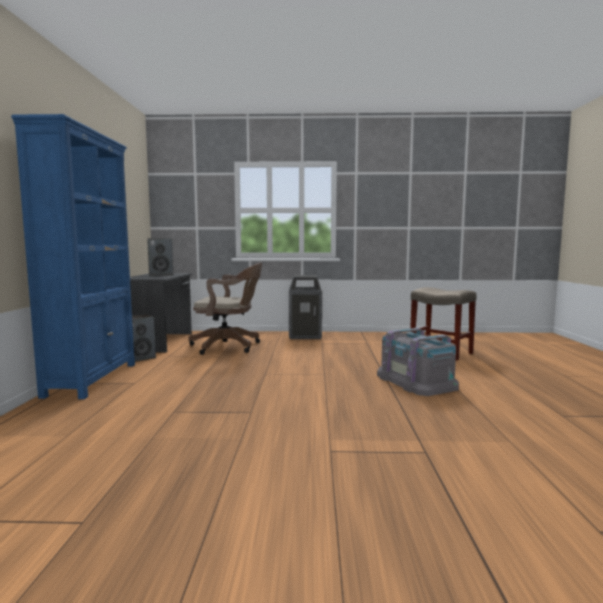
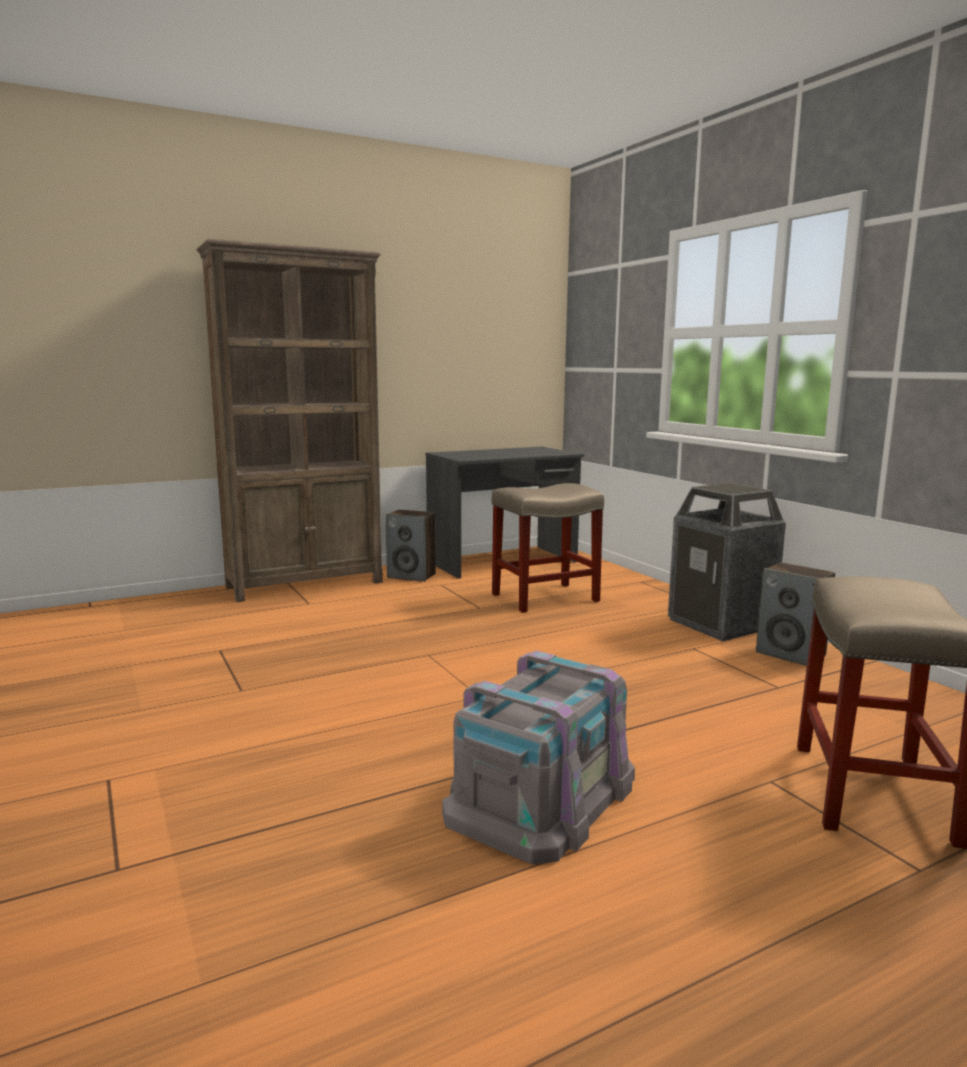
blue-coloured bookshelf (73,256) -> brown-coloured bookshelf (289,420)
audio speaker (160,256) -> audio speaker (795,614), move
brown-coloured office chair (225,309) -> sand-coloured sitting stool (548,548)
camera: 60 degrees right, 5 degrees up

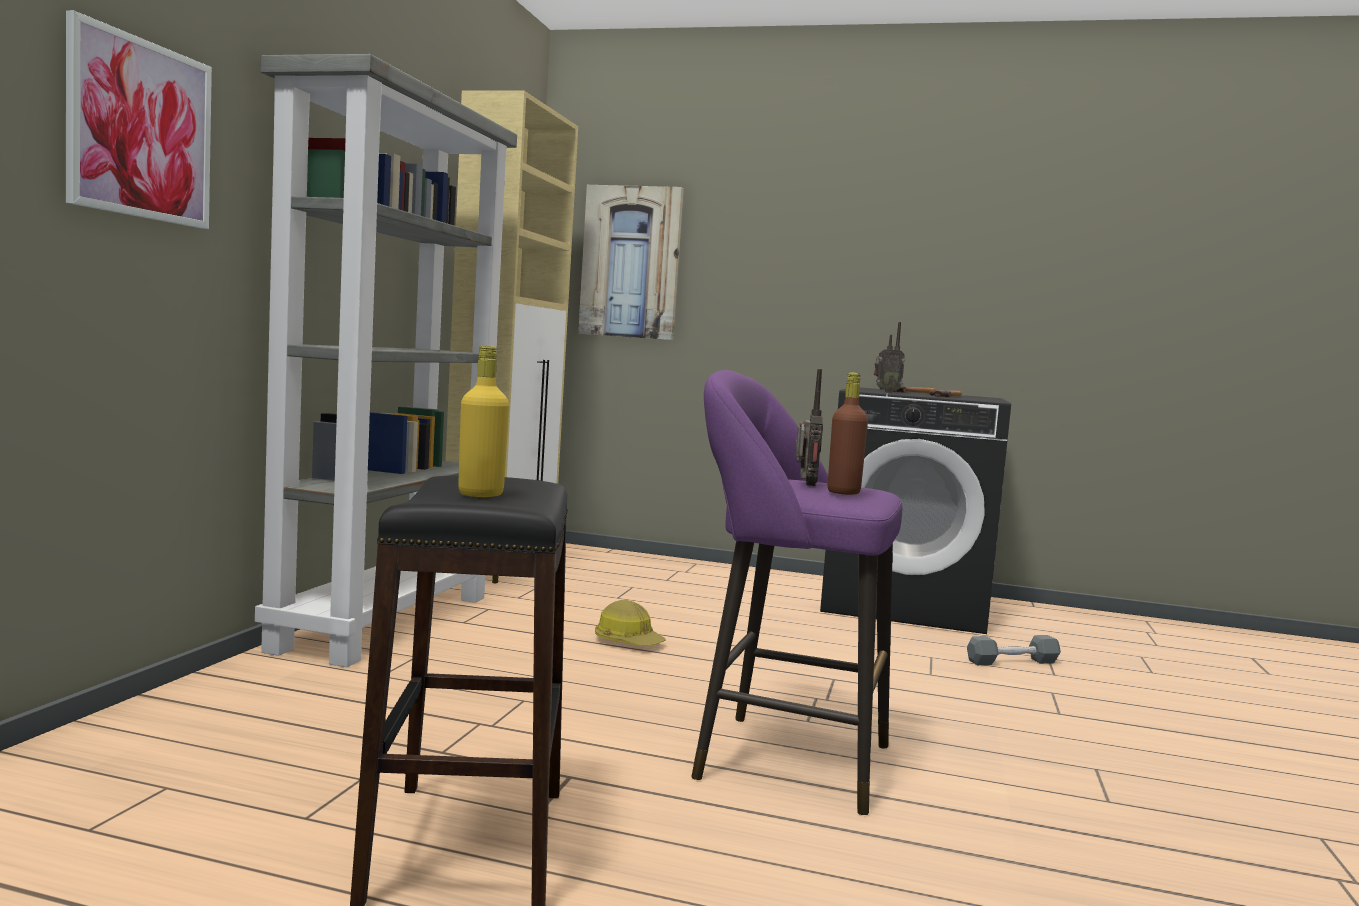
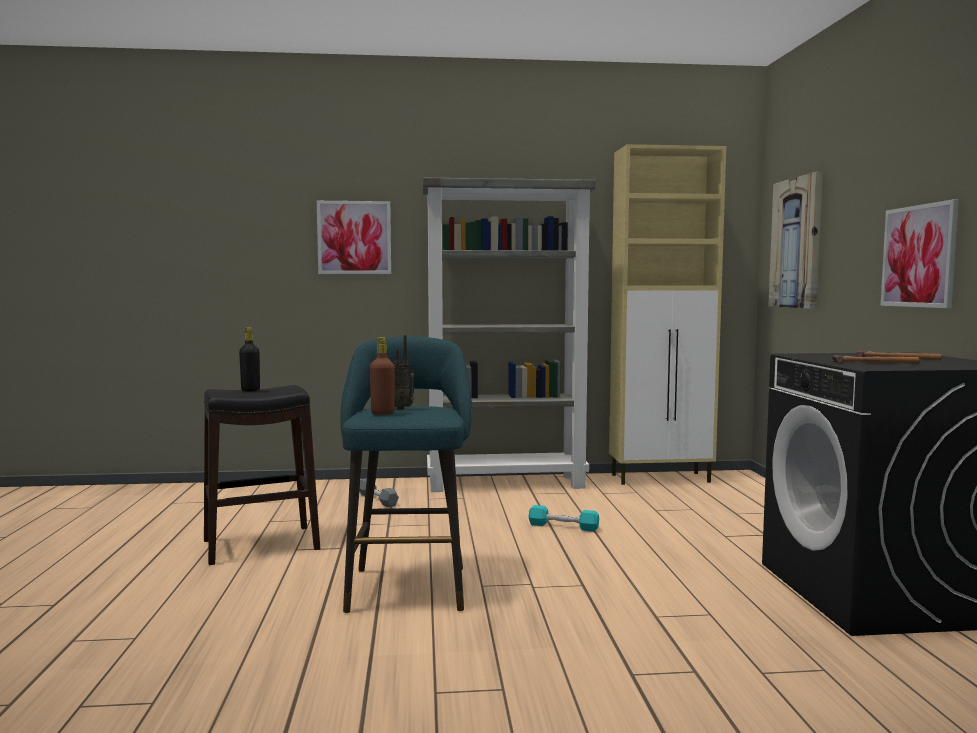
yellowish beverage bottle (483,421) -> black-coloured beverage bottle (249,359)
work helmet (630,623) -> blue-green hand weight (564,518)
purplish sitting stool (796,592) -> blue-green sitting stool (406,474)
radio set (889,357) -> none
greyish hand weight (1014,650) -> greyish hand weight (379,493), move
none -> wall picture (920,253)
camera: 70 degrees right, 0 degrees up

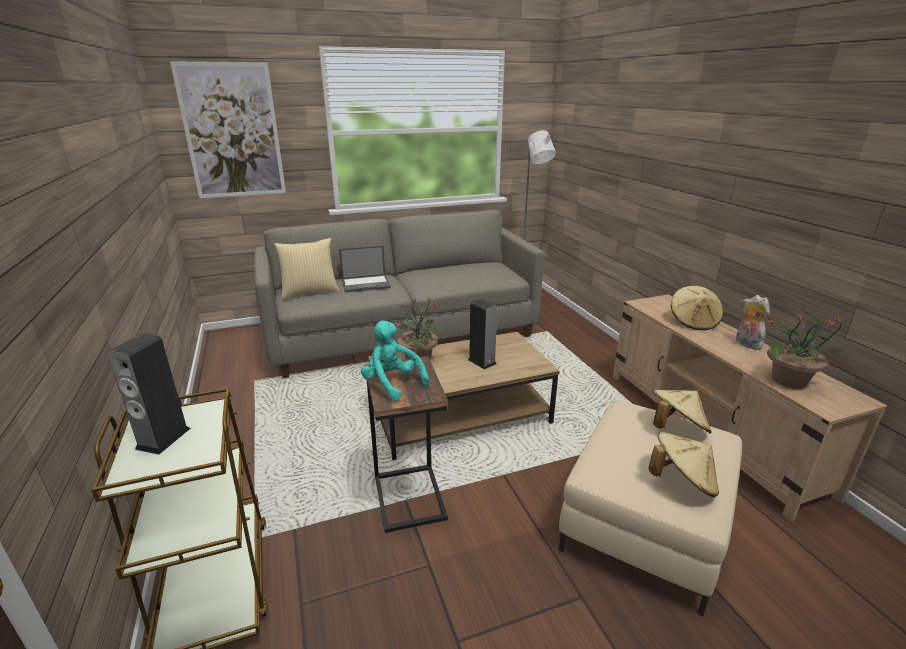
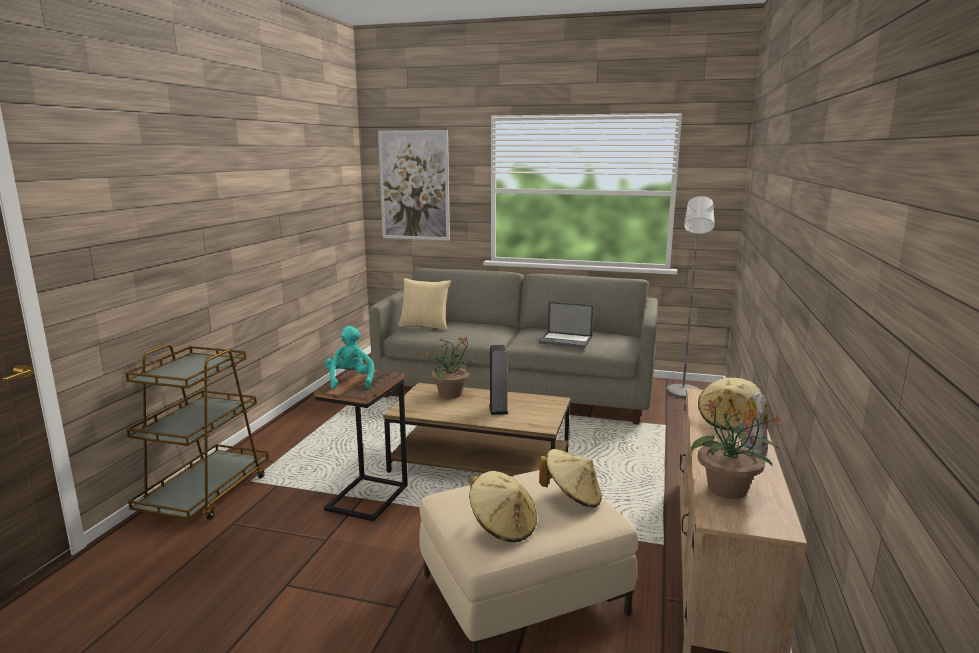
audio speaker (149,394) -> none
portable computer (365,269) -> portable computer (566,325), move
camera: 35 degrees right, 10 degrees down

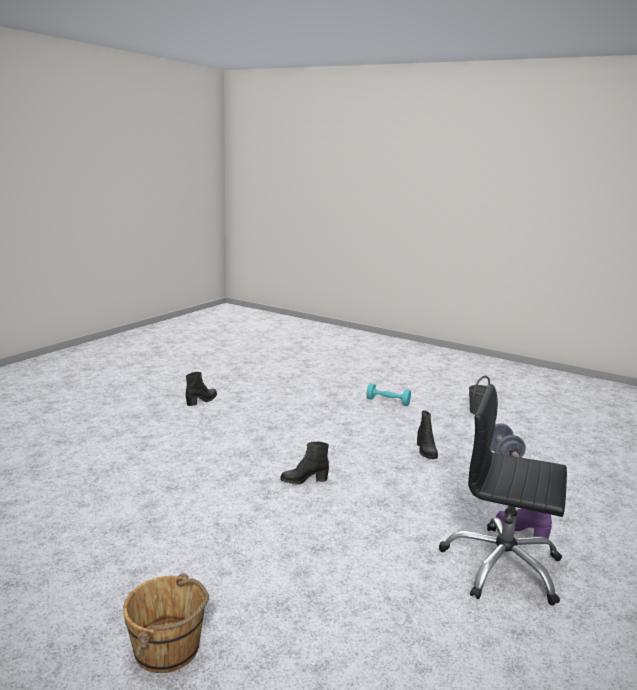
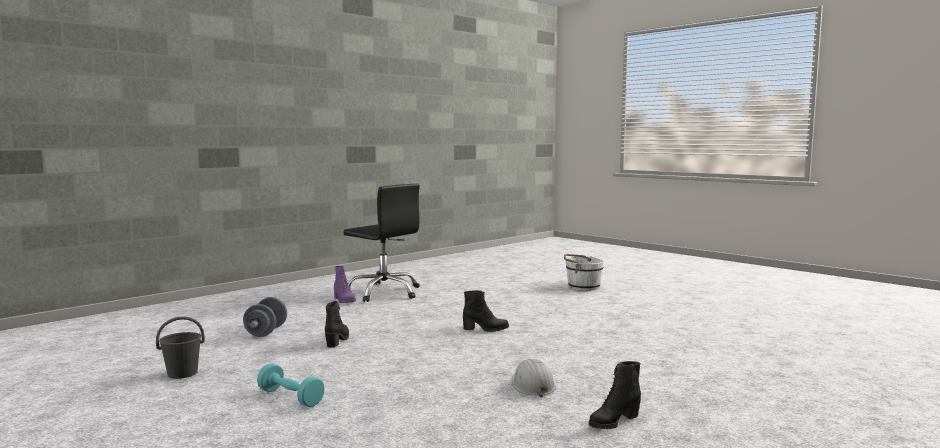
brown-coloured bucket (166,623) -> whitish bucket (584,272)
none -> whitish work helmet (534,378)
camera: 165 degrees left, 10 degrees down

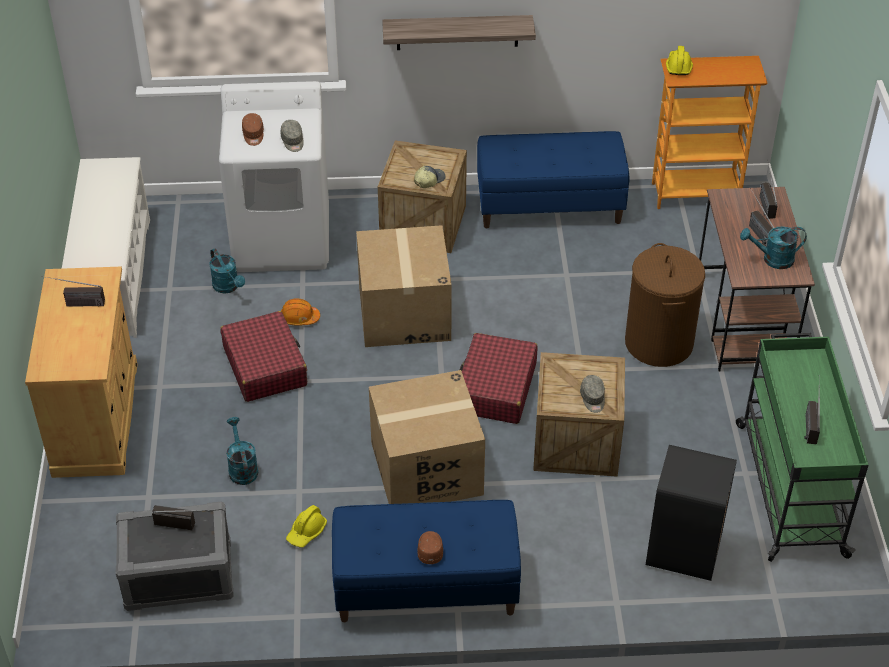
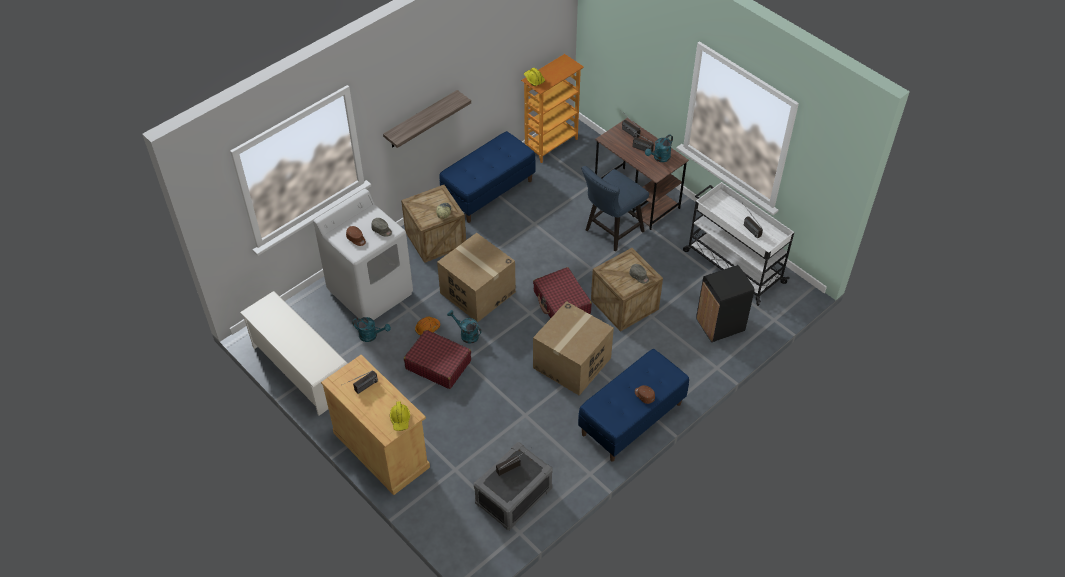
blue-green watering pot (242,451) -> blue-green watering pot (464,327), move
yellowish work helmet (306,526) -> yellowish work helmet (400,416), move
brown-coloured laundry basket (665,305) -> blue-coloured upright chair (615,209)
green-coloured cart (802,447) -> whitish cart (738,244)
camera: 40 degrees left, 5 degrees up

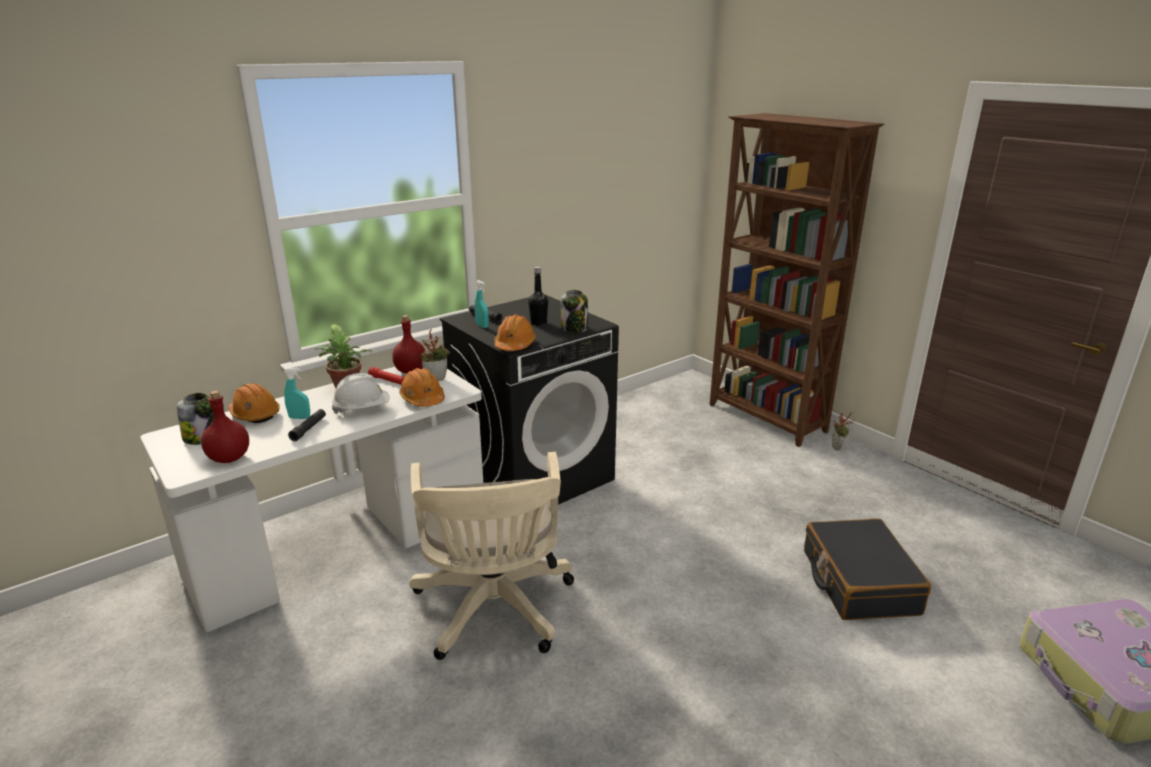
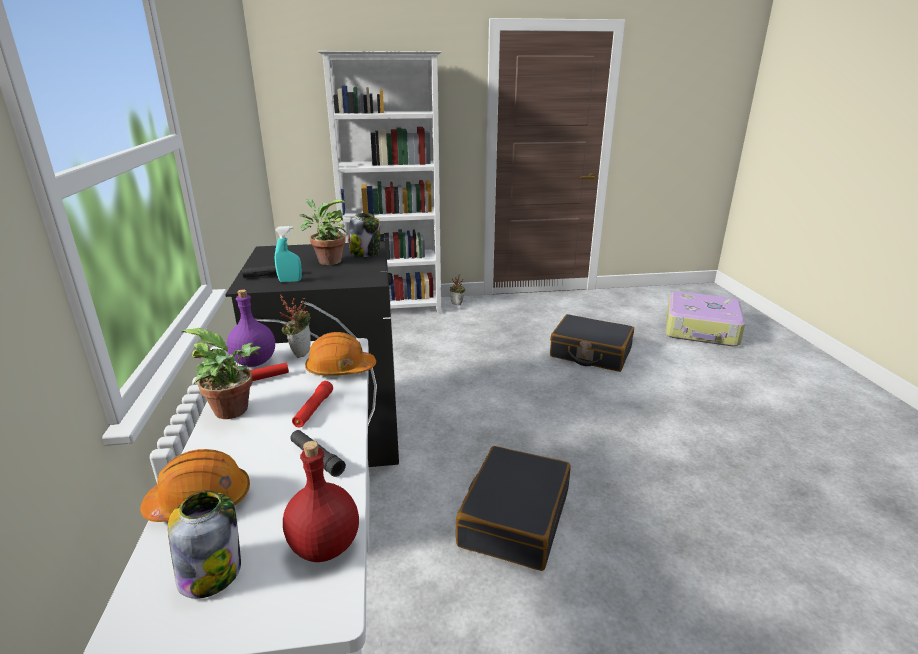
blue-green spray bottle (297,393) -> none
whitish work helmet (361,393) -> reddish flashlight (312,404)
reddish beverage bottle (408,344) -> purplish beverage bottle (251,328)
sand-coloured office chair (491,556) -> black-coloured piece of luggage (513,508)
orangey work helmet (515,333) -> none
black-coloured beverage bottle (538,296) -> potted plant (323,232)
brown-coloured bookshelf (797,280) -> whitish bookshelf (380,182)
camera: 60 degrees left, 0 degrees up

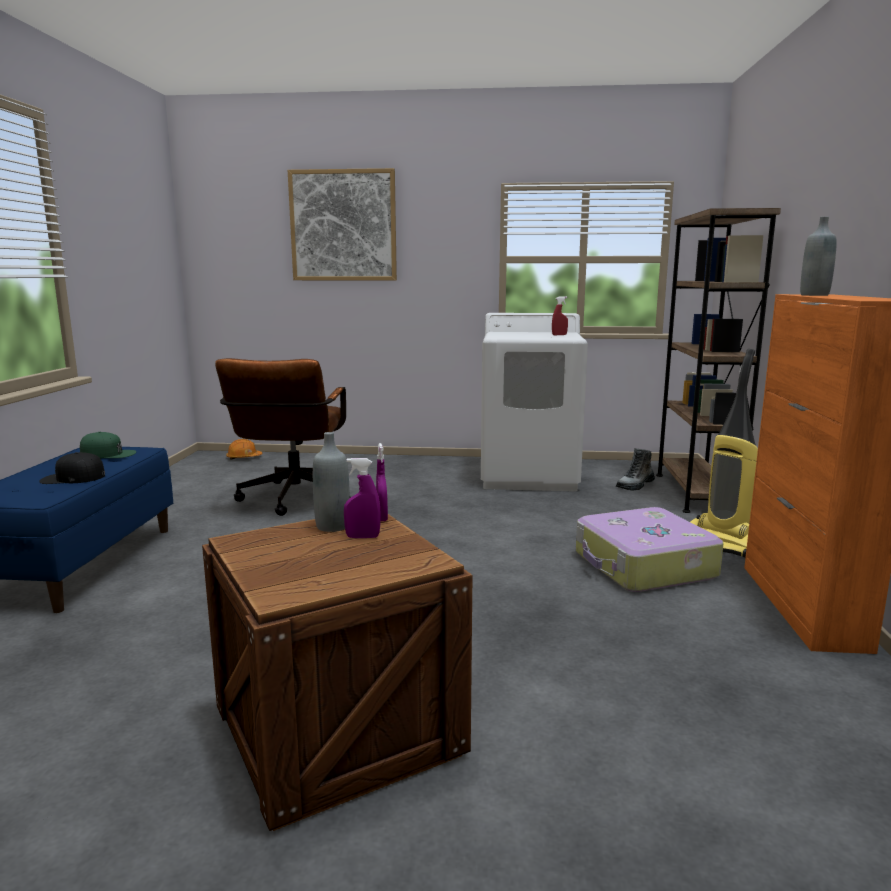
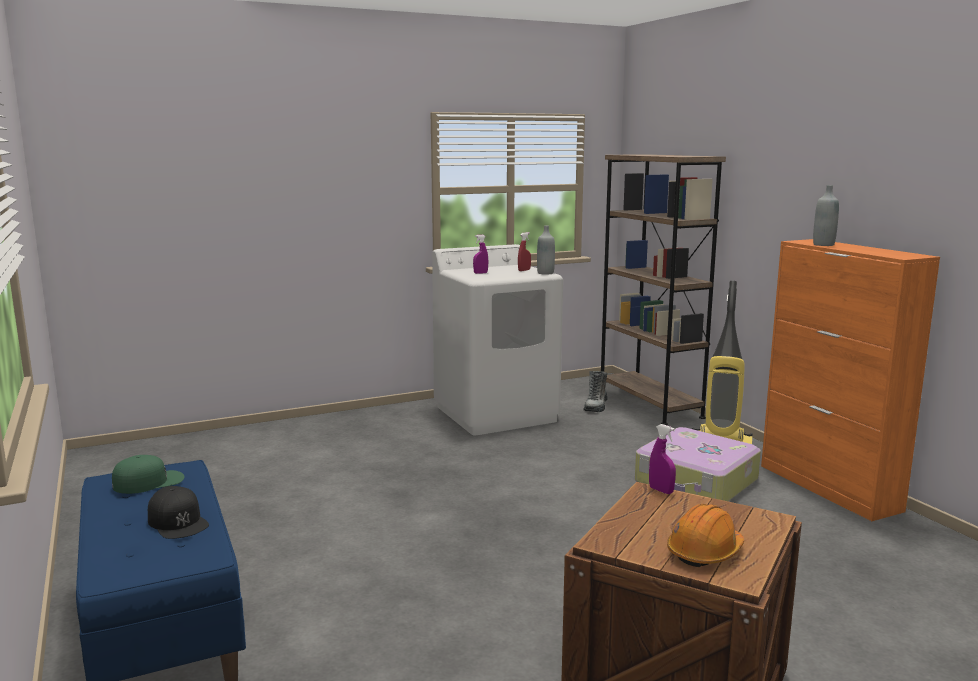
black-coloured baseball cap (72,468) -> black-coloured baseball cap (178,512), 90 degrees counterclockwise
brown-coloured office chair (283,437) -> none
orangey work helmet (244,449) -> orangey work helmet (705,535), move
wall picture (342,224) -> none
greyish beverage bottle (331,482) -> greyish beverage bottle (546,250), move
purplish spray bottle (362,498) -> purplish spray bottle (480,254), move
camera: 30 degrees left, 0 degrees up

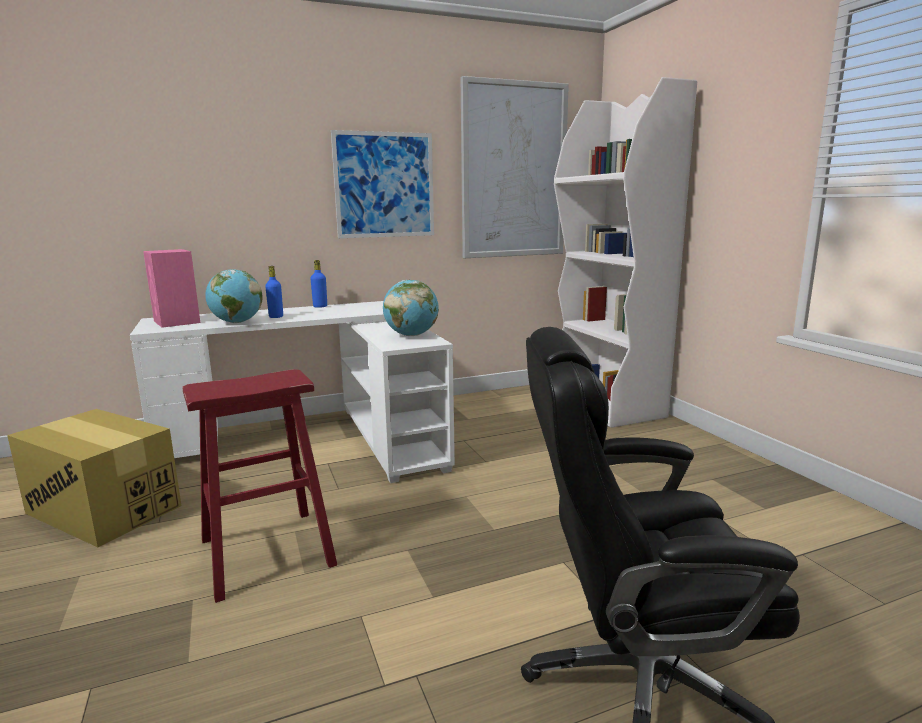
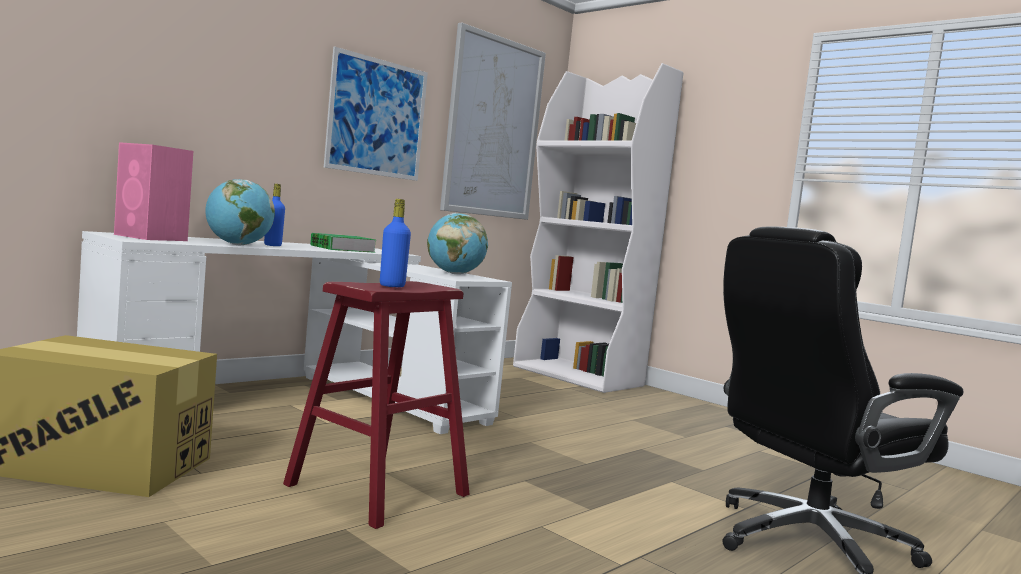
blue-coloured beverage bottle (319,284) -> blue-coloured beverage bottle (395,243), move
none -> book (342,243)
camera: 25 degrees left, 10 degrees down

